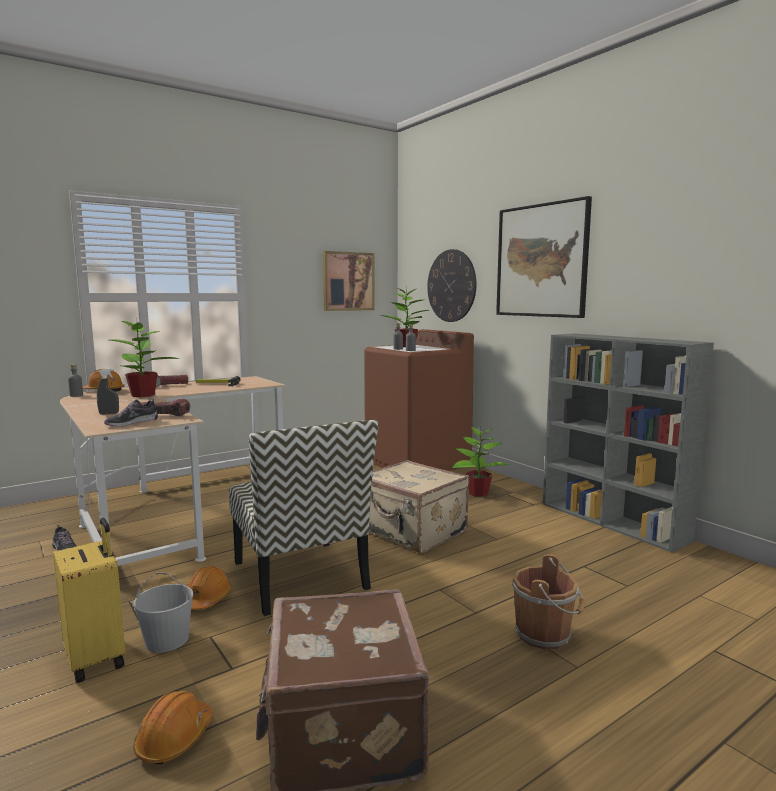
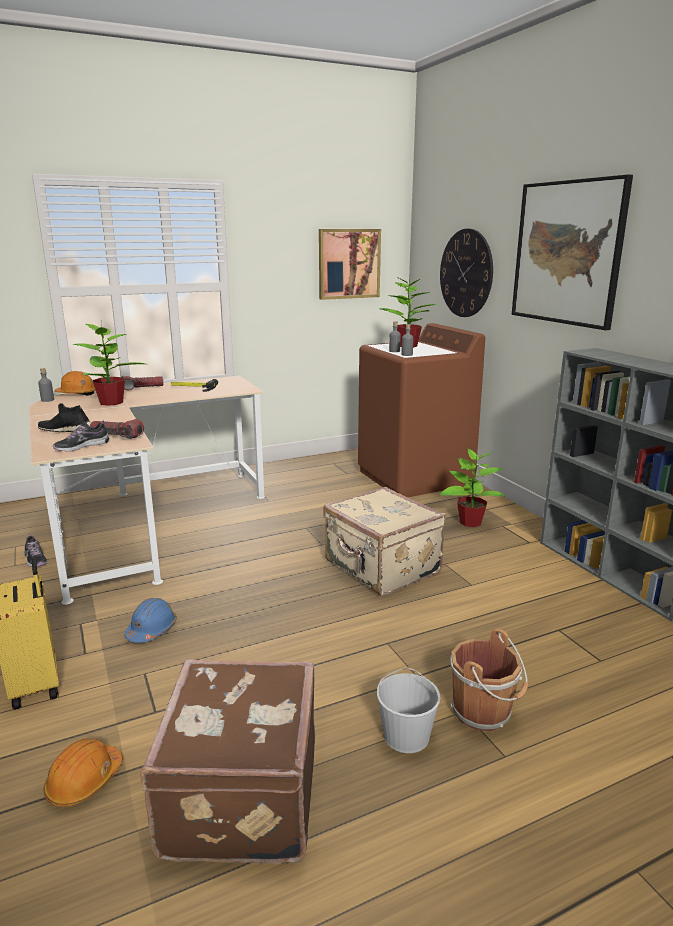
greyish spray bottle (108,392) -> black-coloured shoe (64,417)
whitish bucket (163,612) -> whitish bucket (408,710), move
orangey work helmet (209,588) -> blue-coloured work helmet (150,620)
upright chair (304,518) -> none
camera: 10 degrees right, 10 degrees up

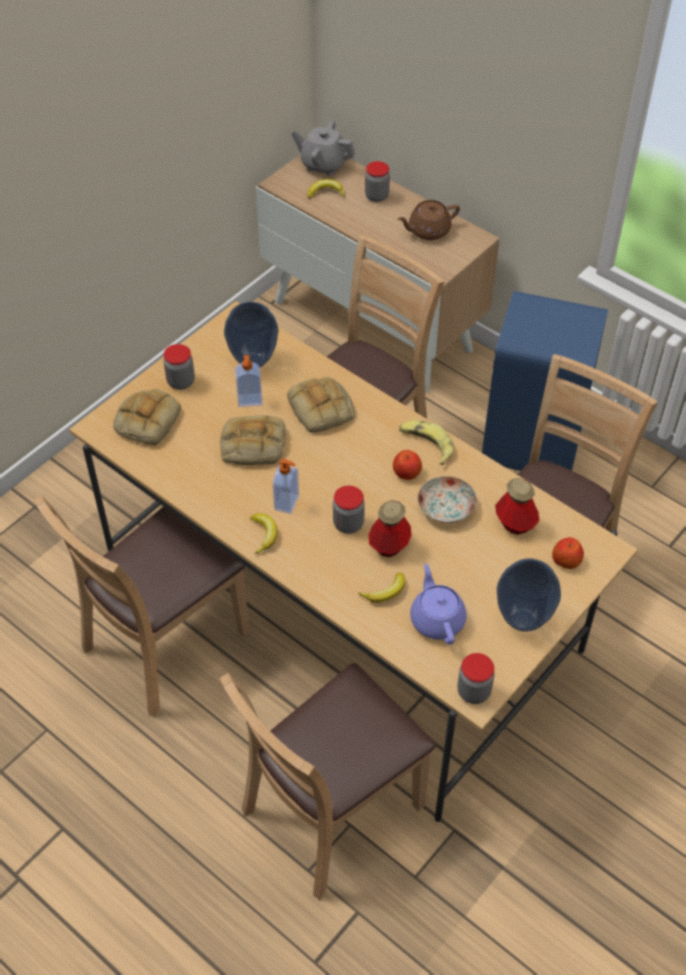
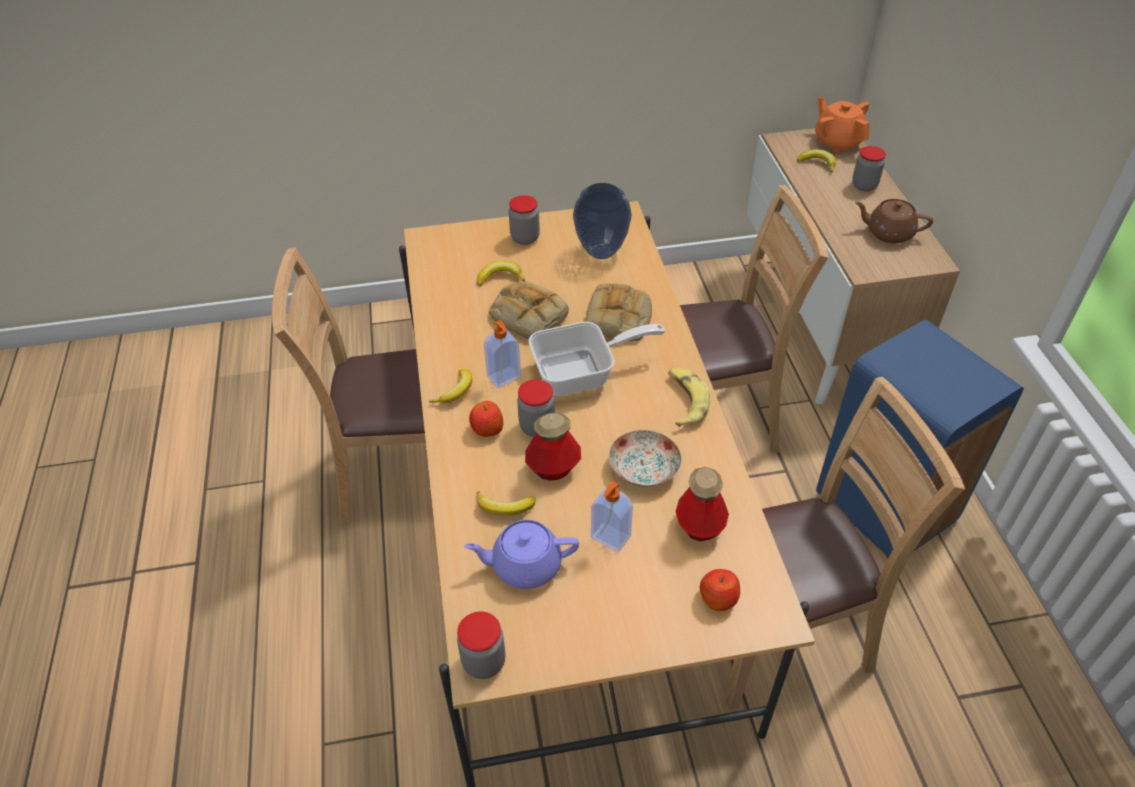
bread (147,417) -> none
brown-coloured upright chair (328,781) -> none
liquid soap bottle (249,381) -> liquid soap bottle (612,516), move
greyish teapot (323,148) -> orangey teapot (842,125)
whole apple (407,465) -> whole apple (486,419), move
purplish teapot (438,604) -> purplish teapot (521,554), 120 degrees counterclockwise
vase (529,595) -> none
none -> whole banana (501,273)
none -> skillet (597,359)
camera: 40 degrees right, 5 degrees down

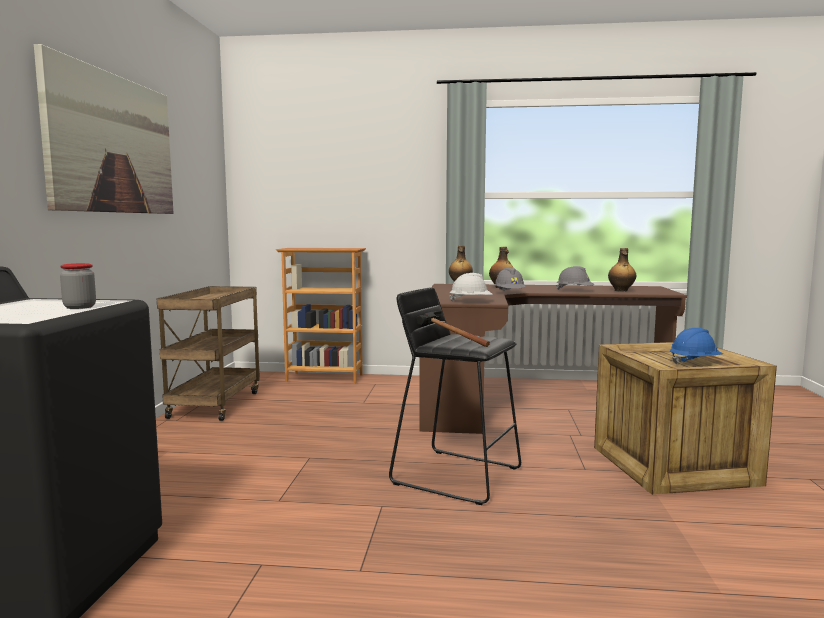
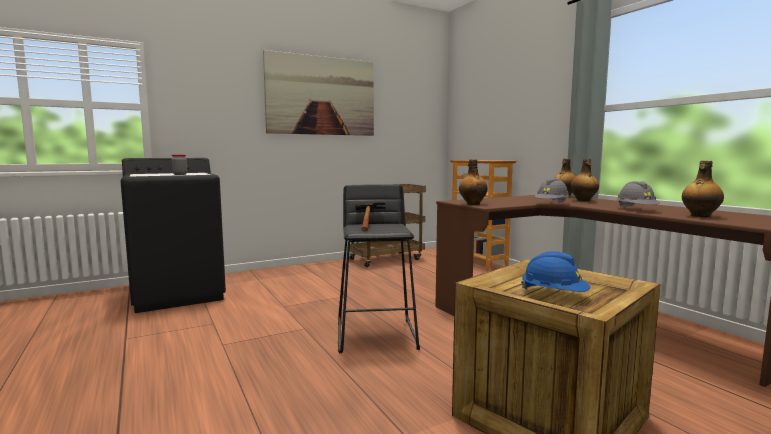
whitish work helmet (471,287) -> beverage bottle (473,182)
camera: 55 degrees right, 0 degrees up

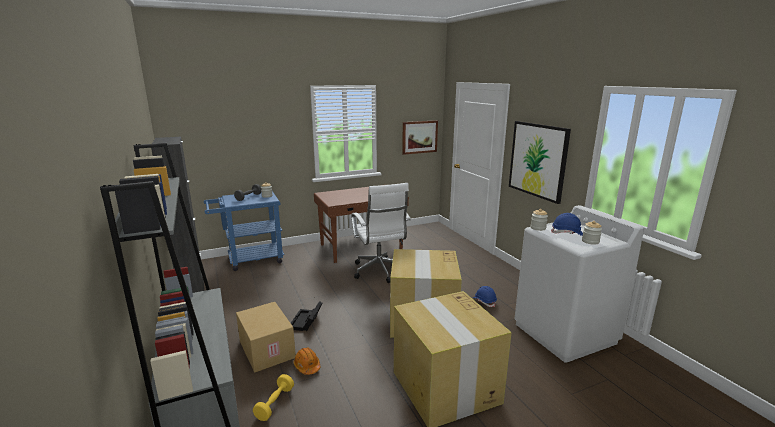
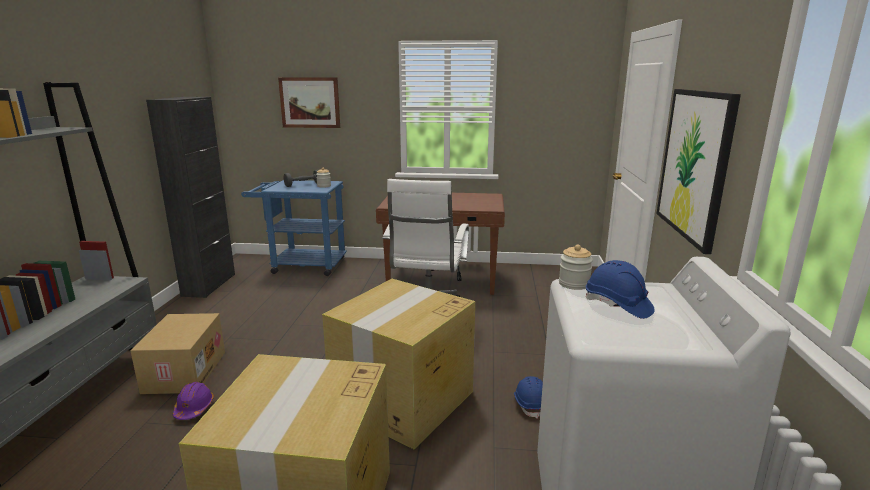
yellowish hand weight (273,397) -> none
black-coloured storage box (306,316) -> none
orangey work helmet (307,361) -> purplish work helmet (193,401)
wall picture (420,137) -> wall picture (309,102), move
jar (592,233) -> none
camera: 30 degrees right, 0 degrees up

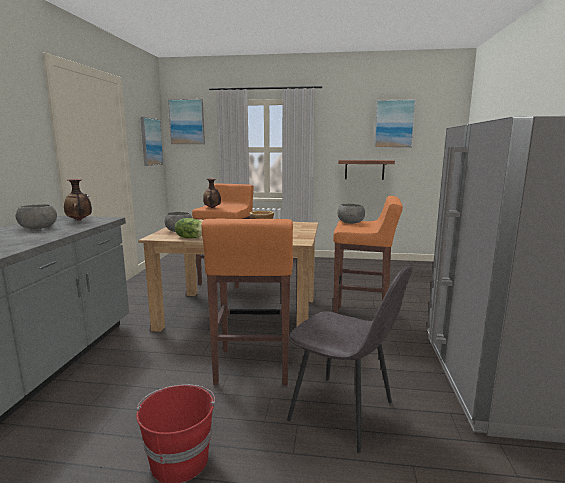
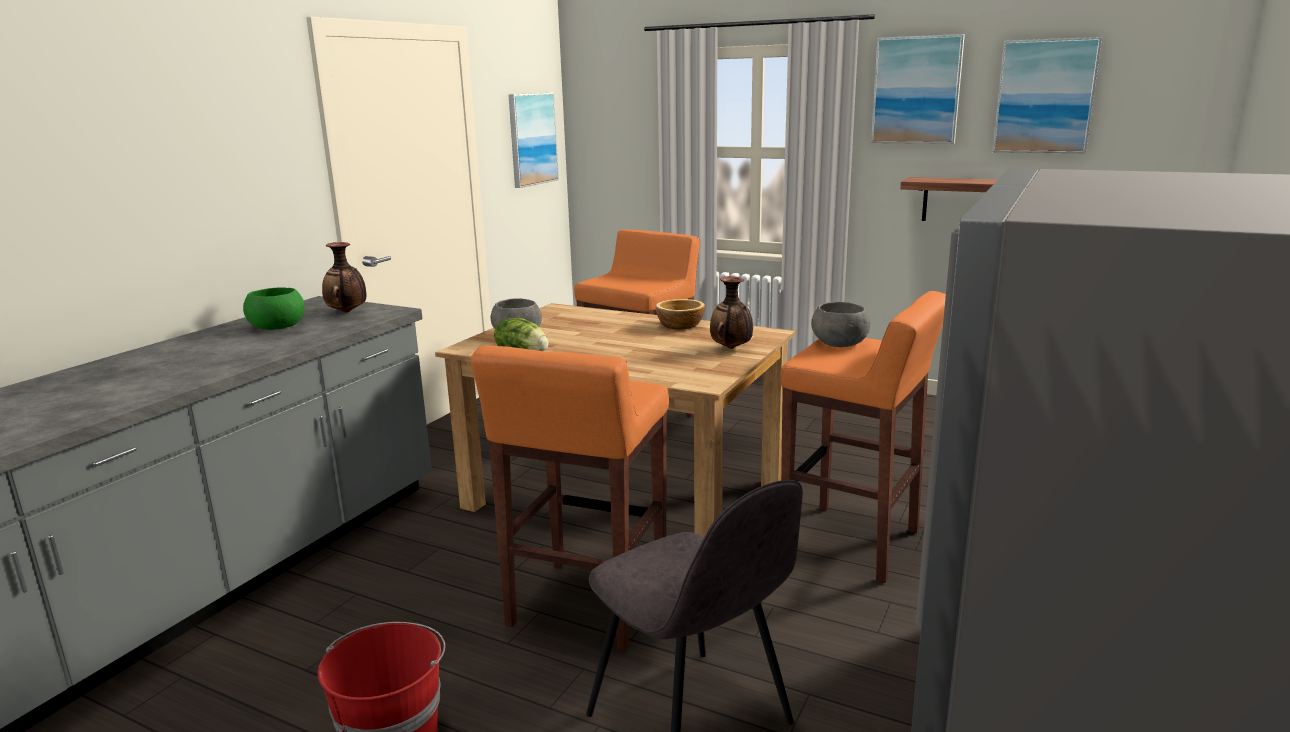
greyish deep dish (36,216) -> green-coloured deep dish (273,308)
wall picture (186,121) -> wall picture (918,89), move
vase (212,193) -> vase (731,312), move
camera: 20 degrees right, 5 degrees up

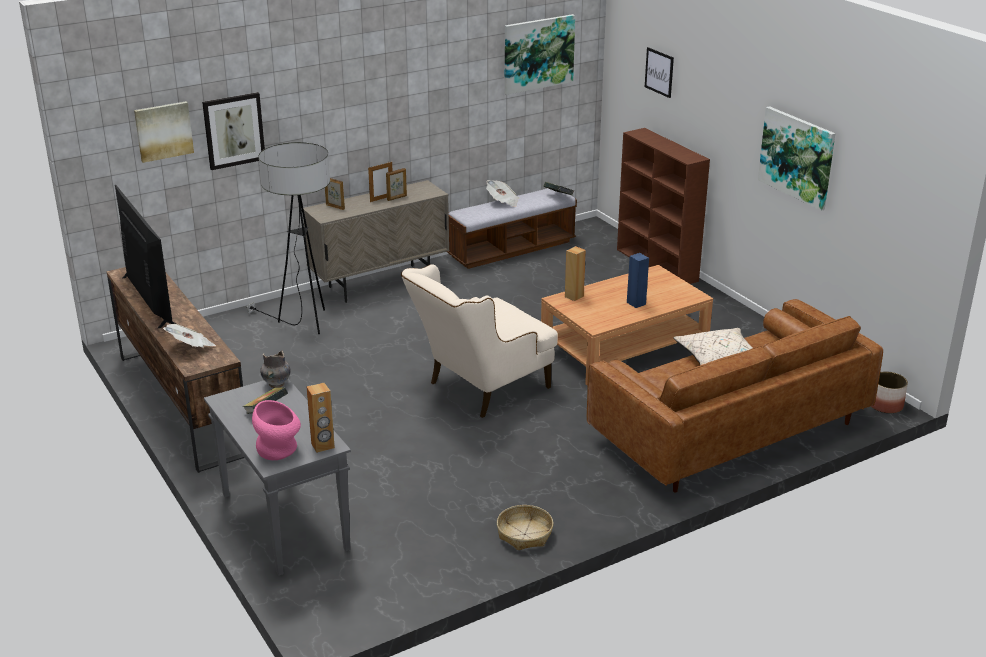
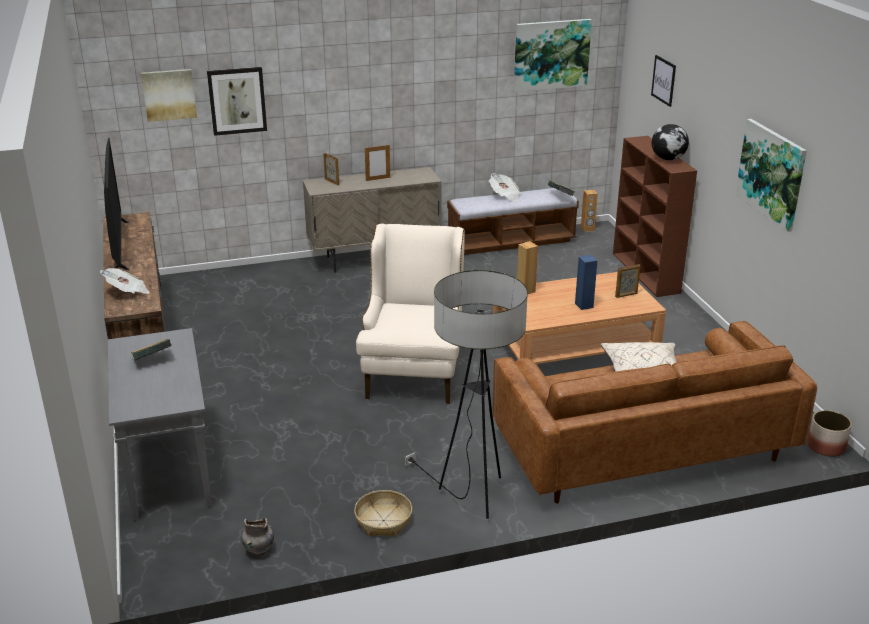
floor lamp (288,238) -> floor lamp (466,394), move
pinkish vase (276,430) -> none
greyish vase (275,369) -> greyish vase (257,537), move
brown-coloured audio speaker (321,418) -> brown-coloured audio speaker (589,211), move
standing frame (396,184) -> standing frame (627,281), move
sand-coloured easy chair (479,341) -> sand-coloured easy chair (410,314), 120 degrees clockwise
none -> globe (670,142)
camera: 15 degrees right, 0 degrees up

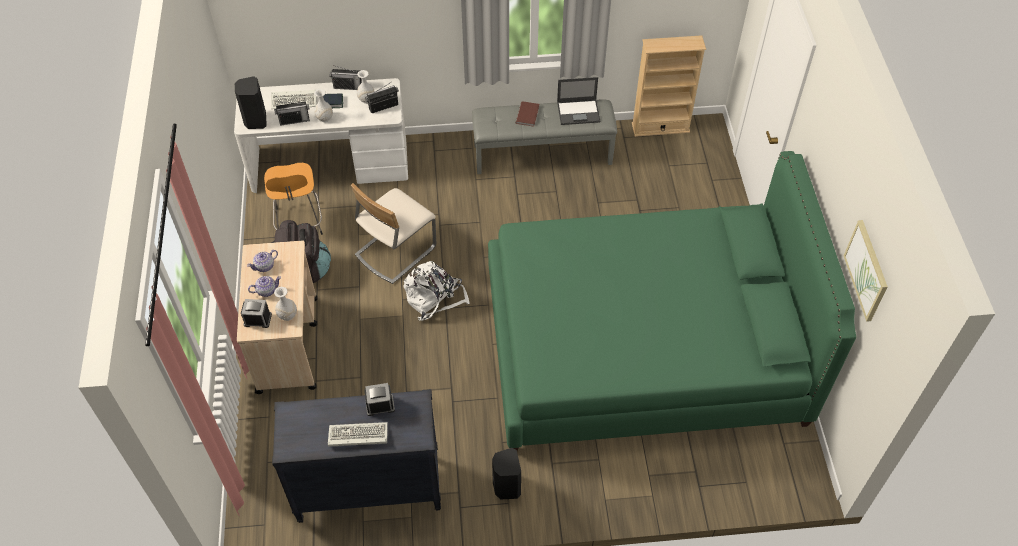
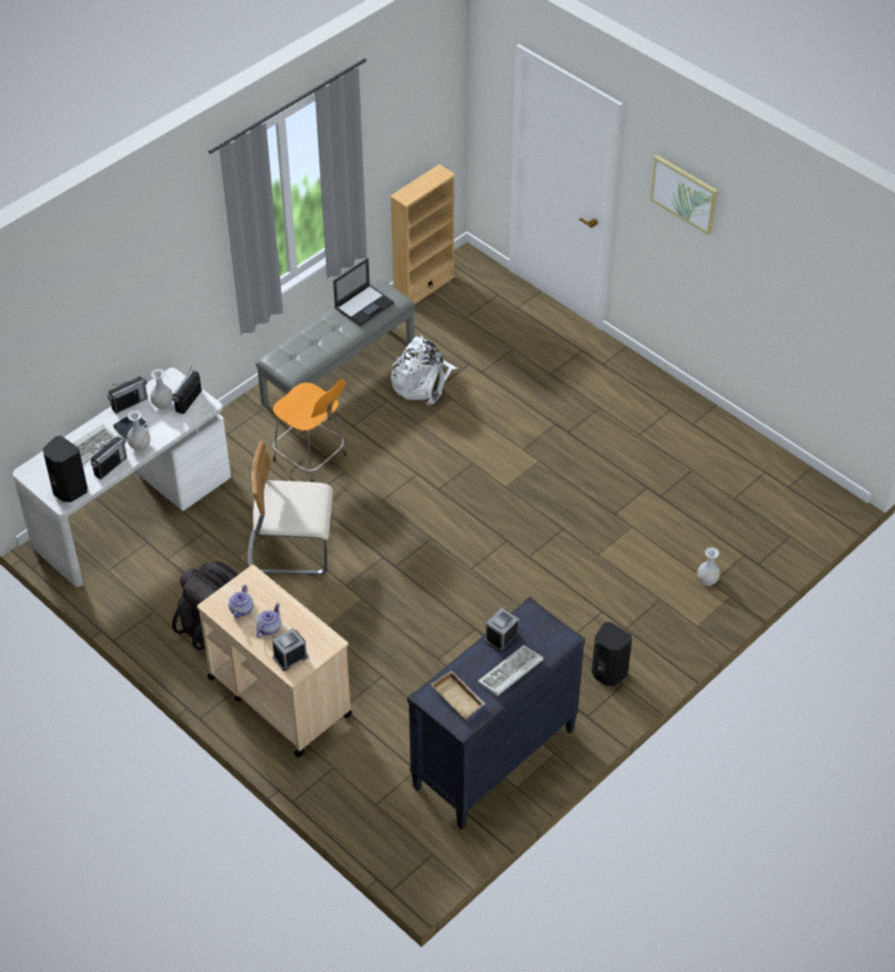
orangey sitting stool (293,199) -> orangey sitting stool (309,431), move
whitish vase (285,304) -> whitish vase (708,566), move
sand-coloured upright chair (393,233) -> sand-coloured upright chair (290,508), 90 degrees clockwise
whitish rucksack (436,291) -> whitish rucksack (424,370), move
green-coloured bedroom bed (672,301) -> none
brown-coloured book (527,113) -> none
wall picture (866,271) -> wall picture (684,195), move
none -> sand-coloured carrying tray (458,695)
camera: 40 degrees left, 5 degrees down

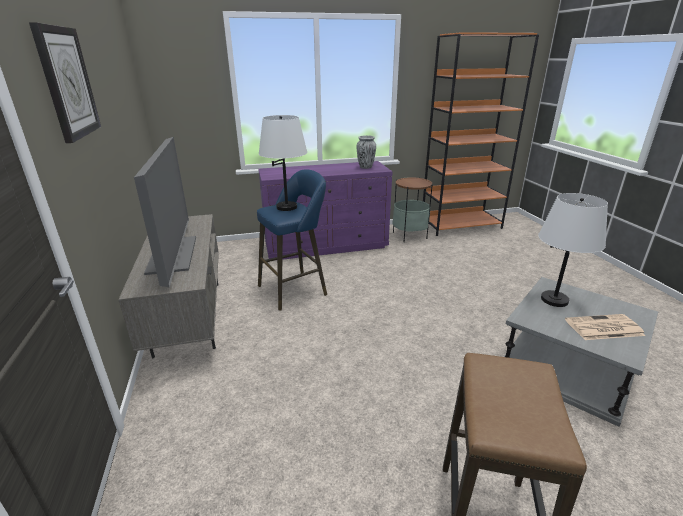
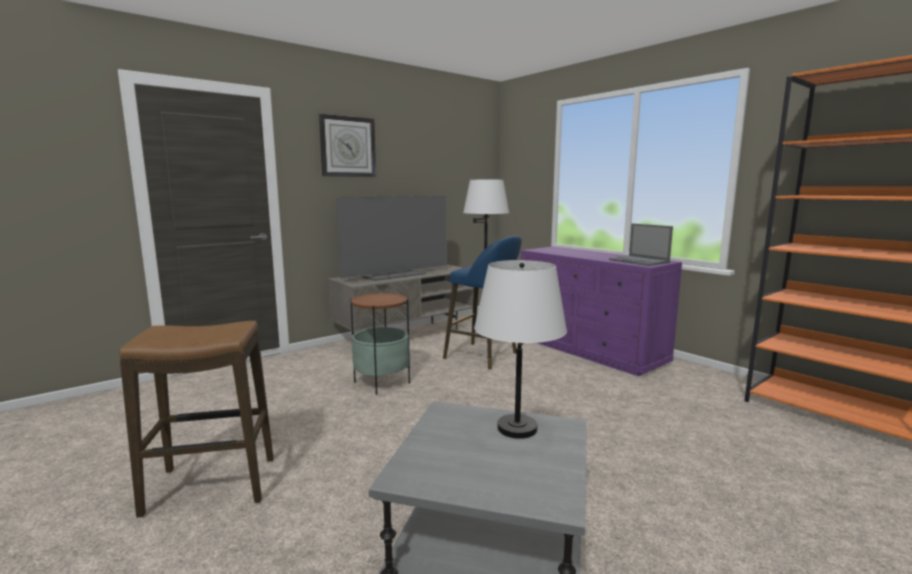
vase (366,152) -> portable computer (641,245)
accent table (412,209) -> accent table (380,344), move
daily paper (605,327) -> none
camera: 65 degrees right, 15 degrees down

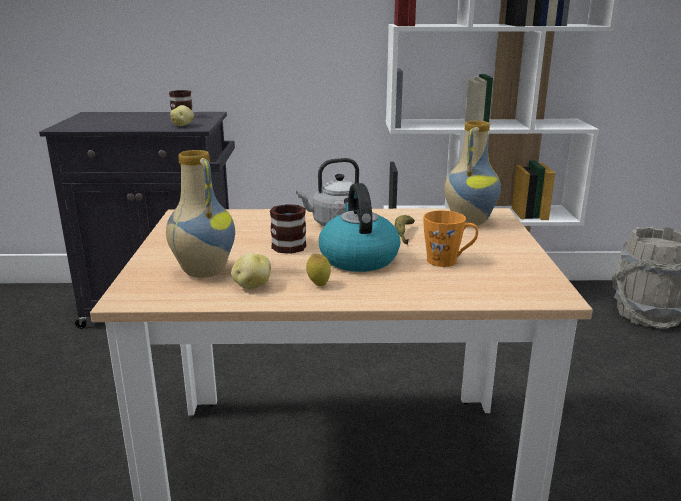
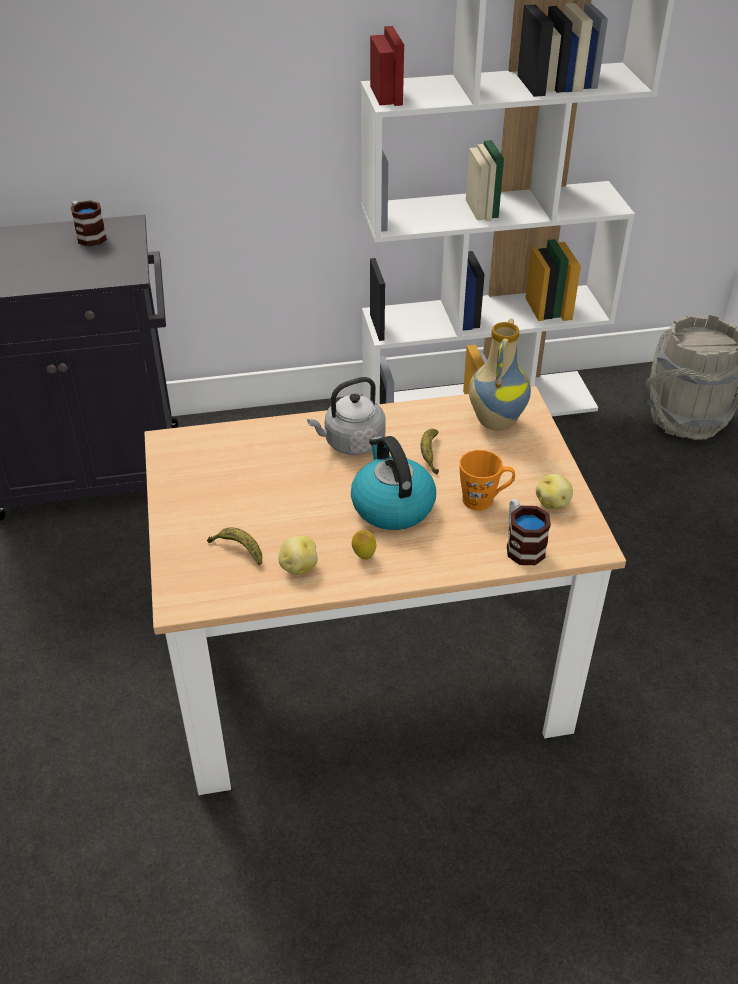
vase (200,214) -> whole banana (234,546)
whole potato (182,115) -> whole potato (554,491), move
mug (288,229) -> mug (529,532), move
camera: 10 degrees left, 20 degrees up

